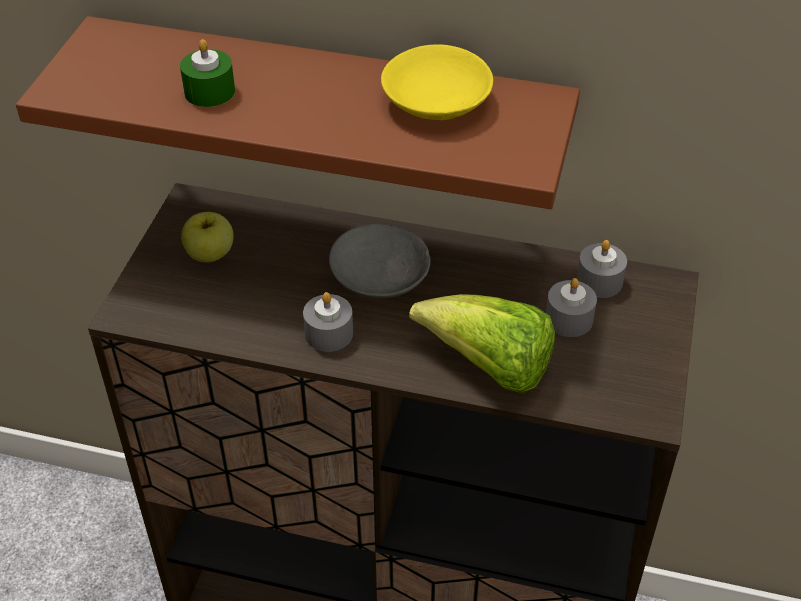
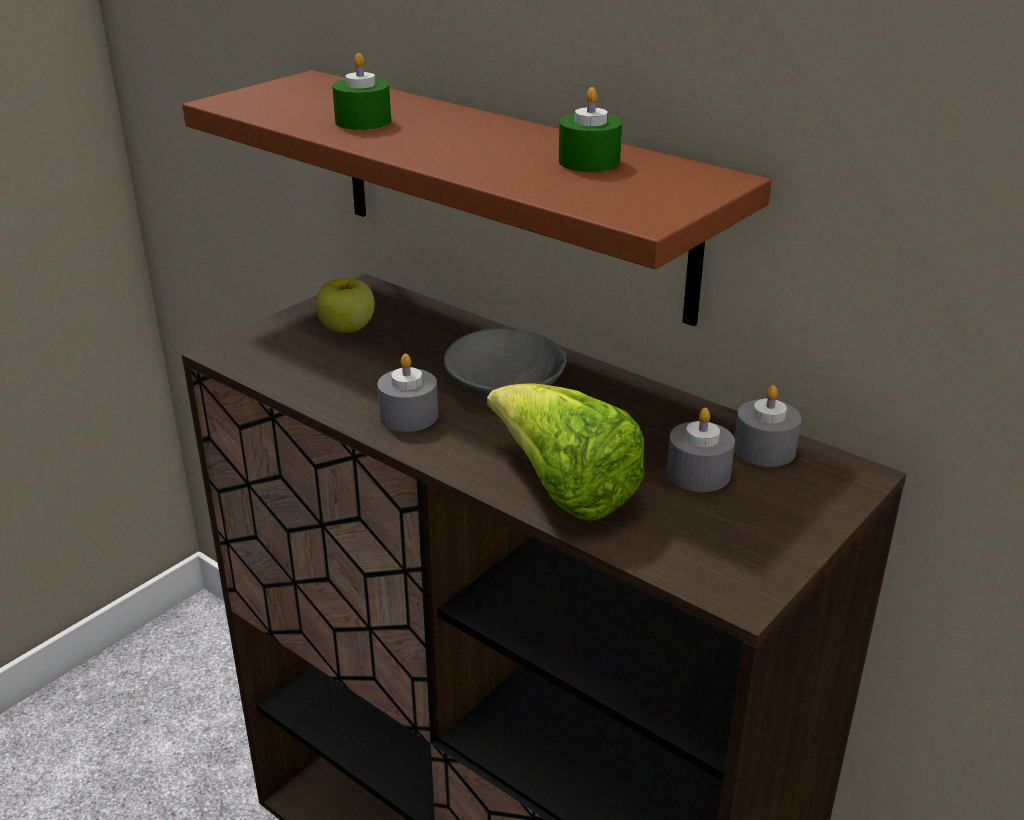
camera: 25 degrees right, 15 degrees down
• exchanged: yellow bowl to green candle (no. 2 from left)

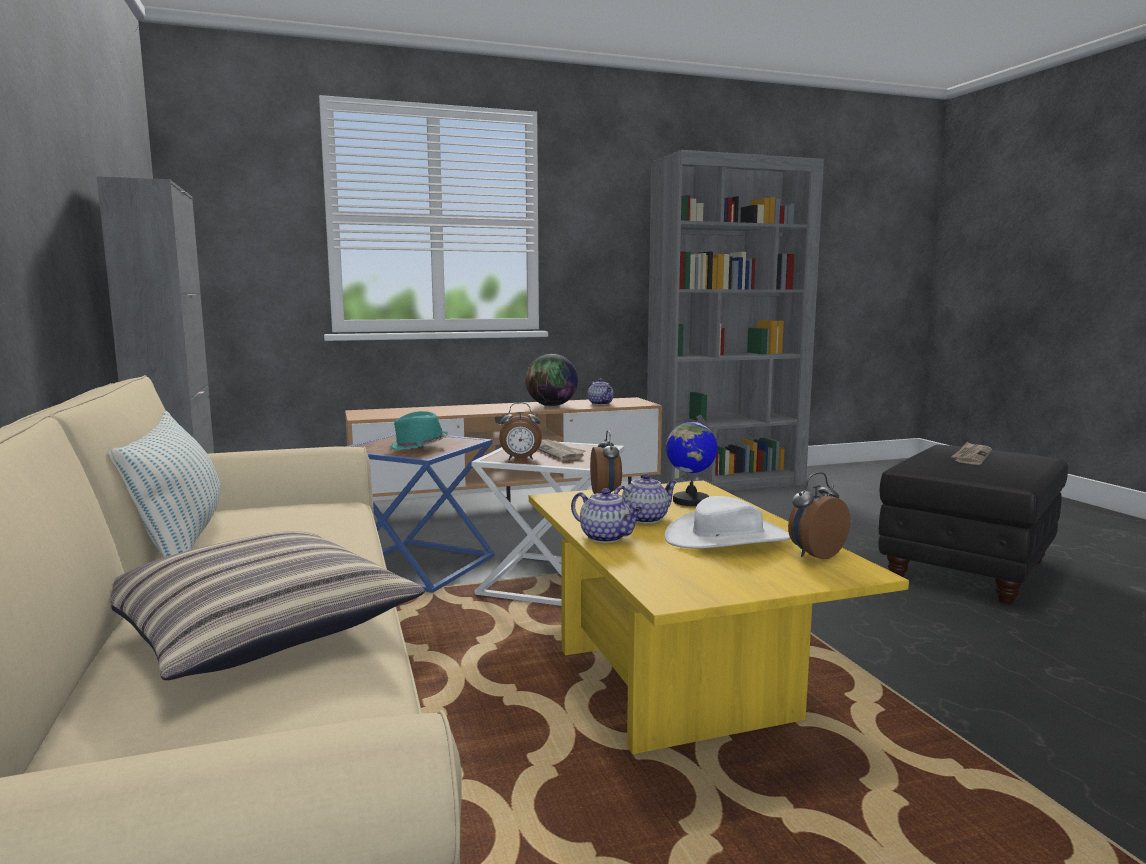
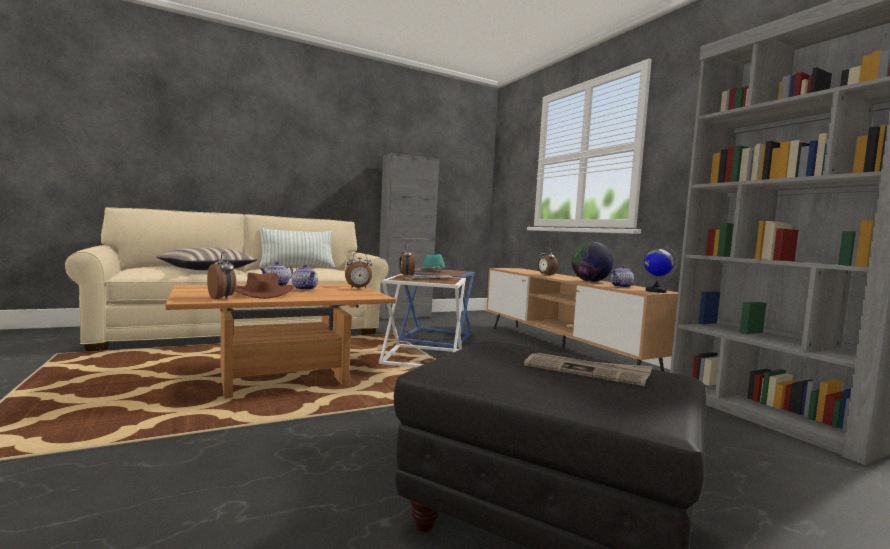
camera: 80 degrees right, 5 degrees down
• relocated: globe (no. 2 from left)
• colour: yellow coffee table to brown coffee table
• colour: white hat to brown hat
• appeared: alarm clock (no. 4 from left)

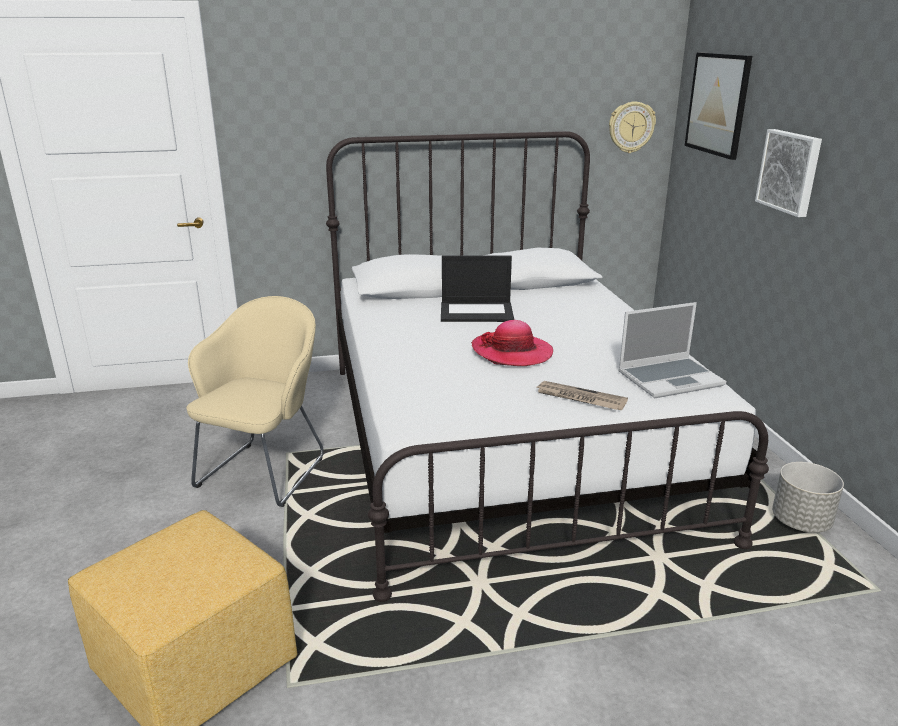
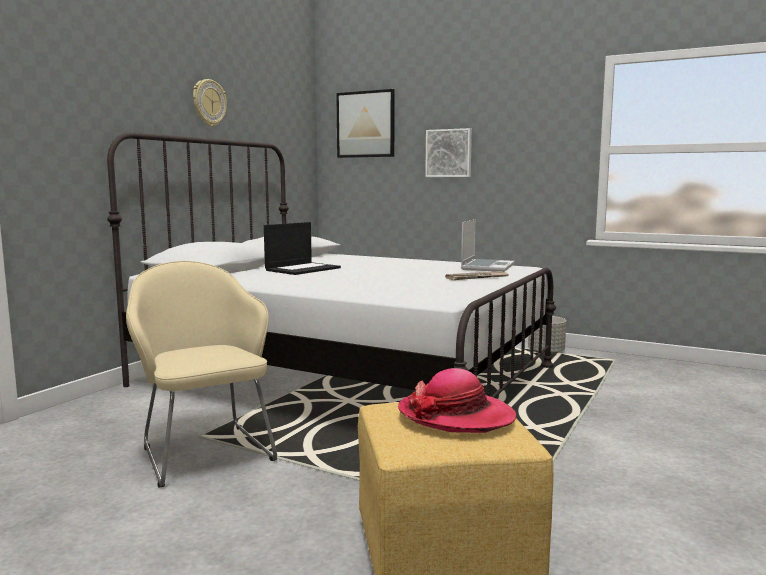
camera: 50 degrees left, 15 degrees down
• relocated: wall clock
• relocated: hat

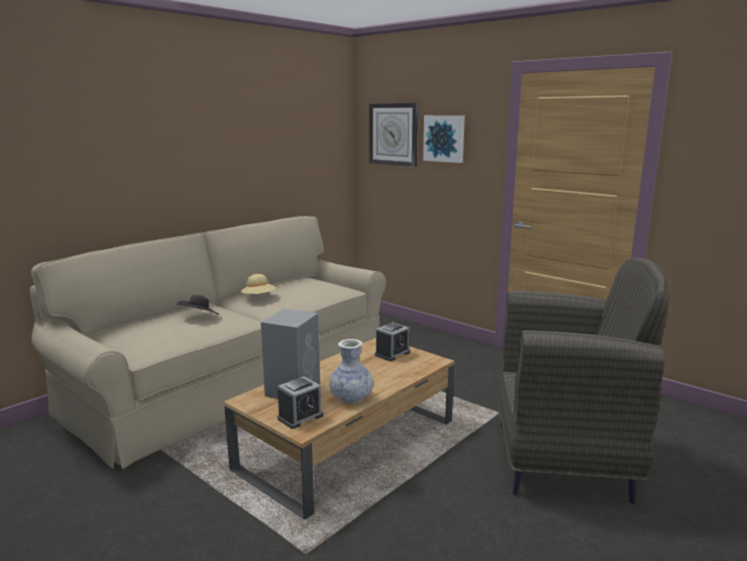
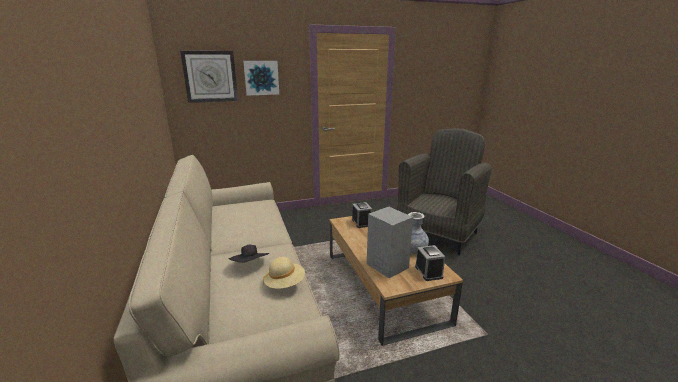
camera: 60 degrees left, 5 degrees up
• relocated: beige hat

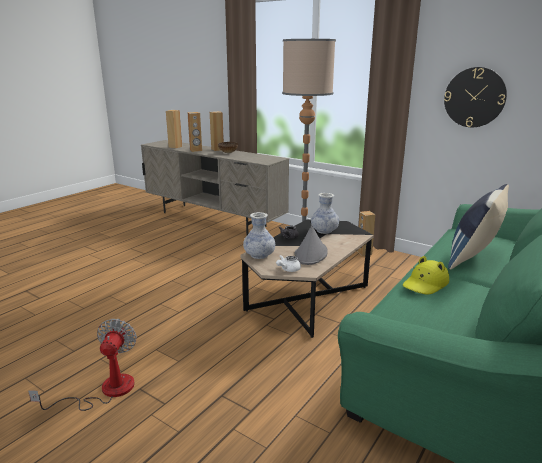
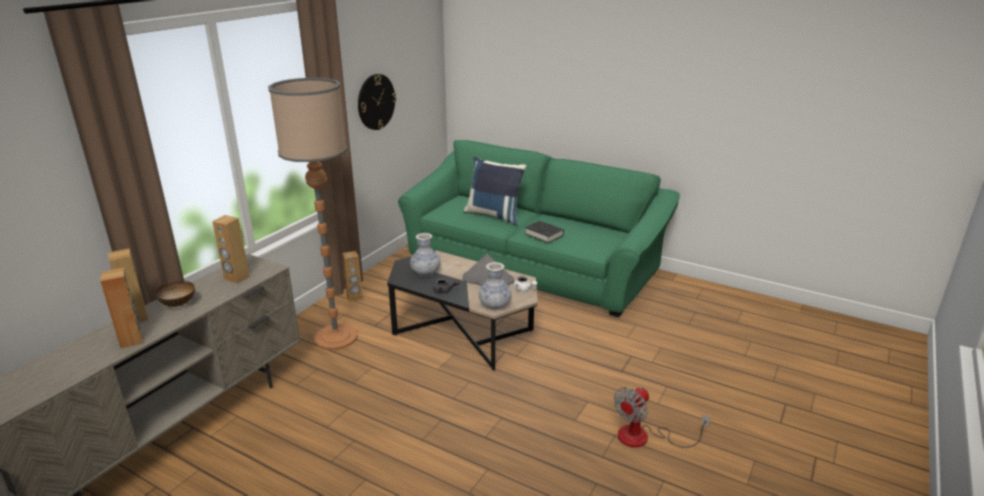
camera: 95 degrees left, 5 degrees up
• relocated: brown speaker (no. 1 from left in the first image) to brown speaker (no. 3 from left)
• exchanged: yellow hat to black book
• spun: fan 45 degrees counterclockwise

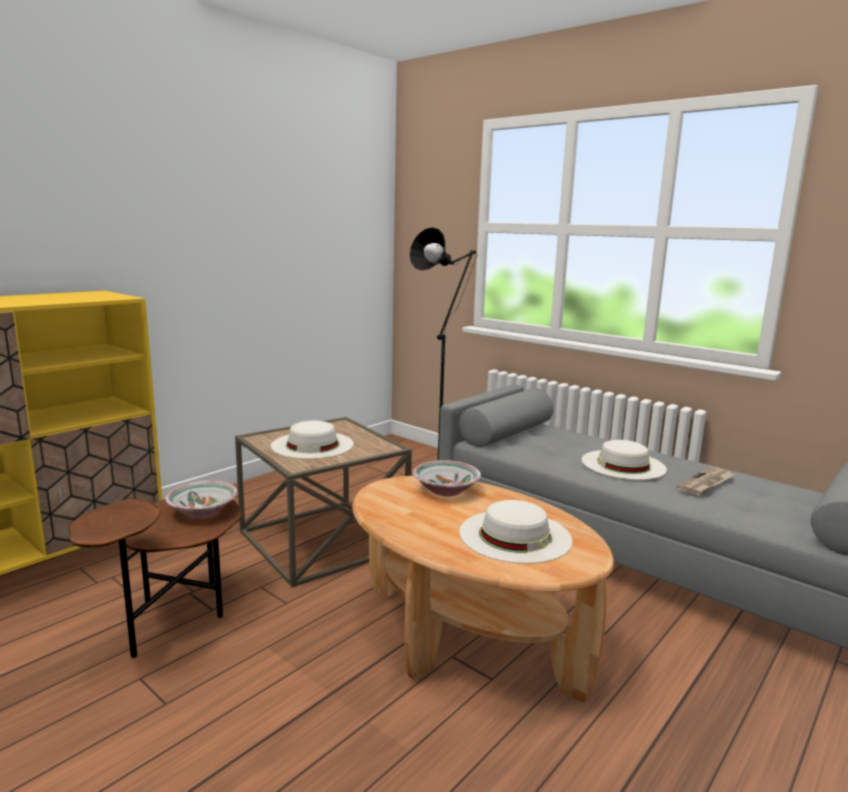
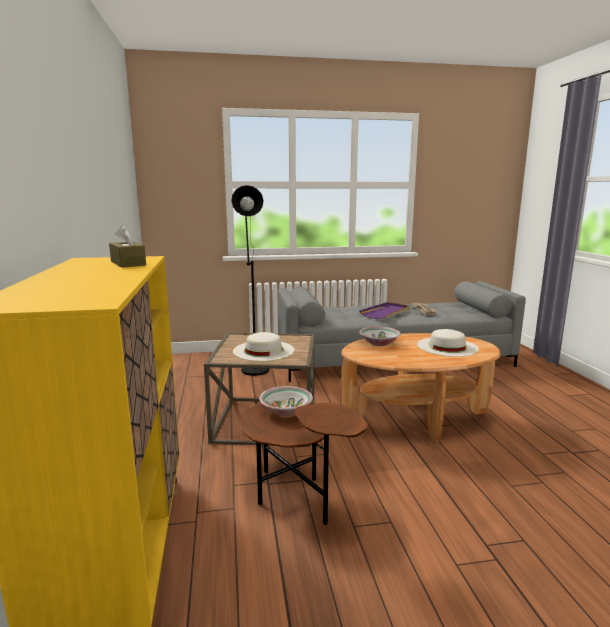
camera: 50 degrees left, 0 degrees up
• exchanged: white hat (no. 3 from left) to purple tray
• appeared: brown tissue box

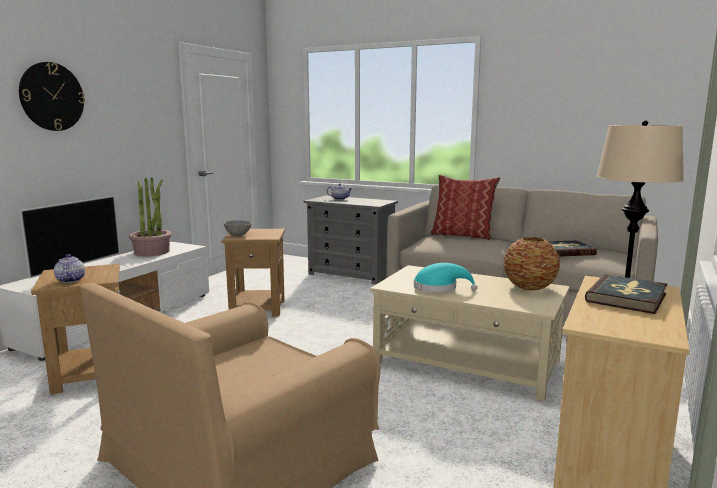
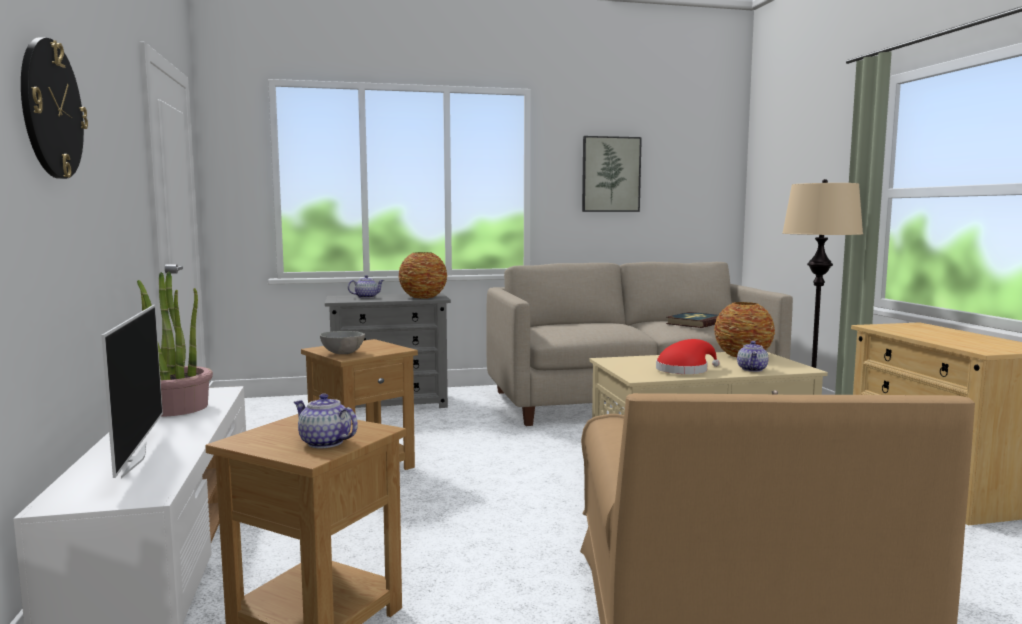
camera: 40 degrees left, 5 degrees down
• missing: pillow
• colour: turquoise hat to red hat
• missing: book (no. 2 from left)
• appeared: picture
• appeared: vase (no. 1 from left)
• appeared: teapot (no. 3 from left)

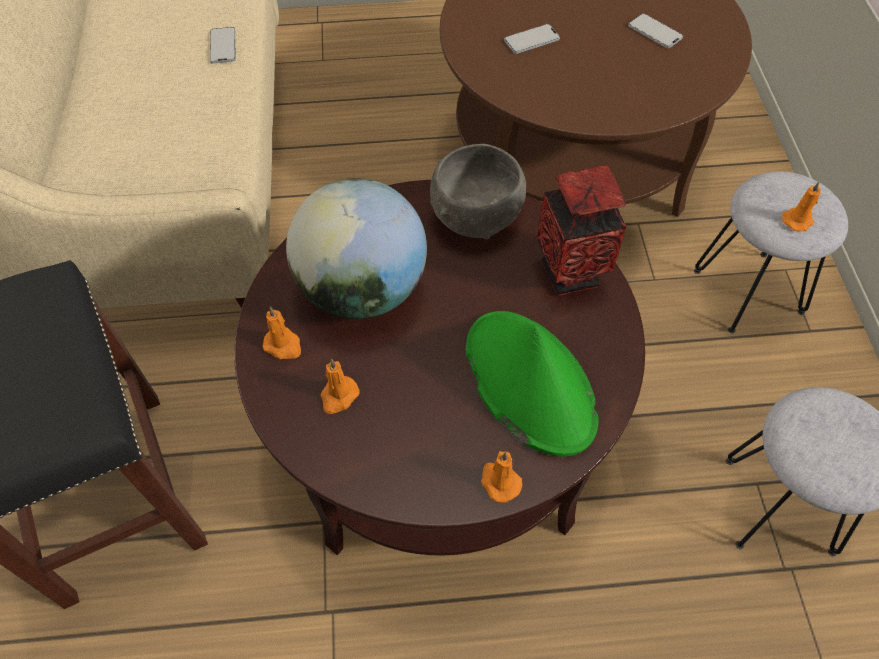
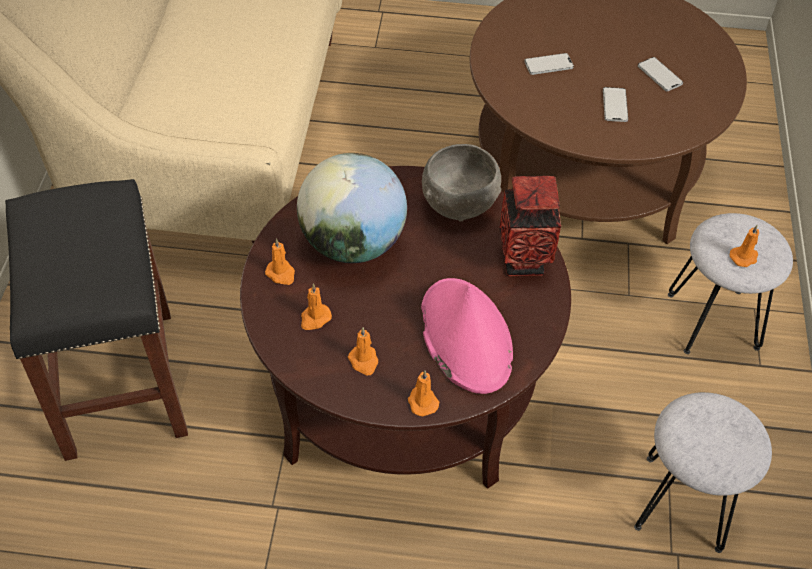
camera: 10 degrees right, 5 degrees down
• relocated: phone (no. 1 from left in the first image) to phone (no. 2 from left)
• colour: green hat to pink hat
• appeared: orange candle (no. 3 from left)

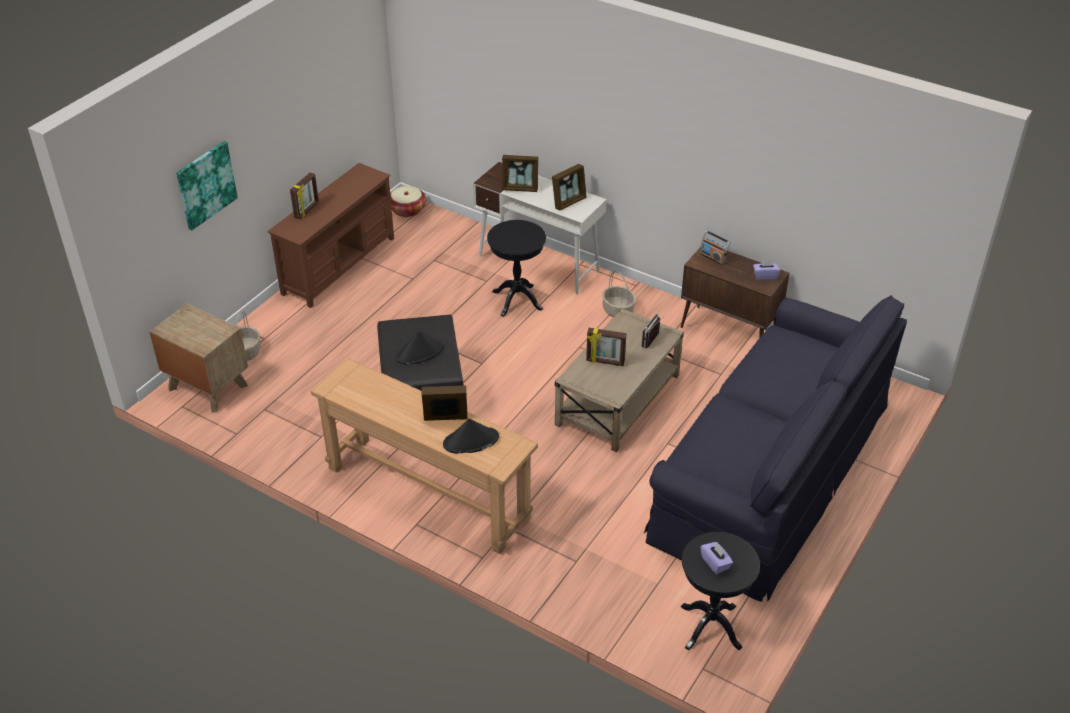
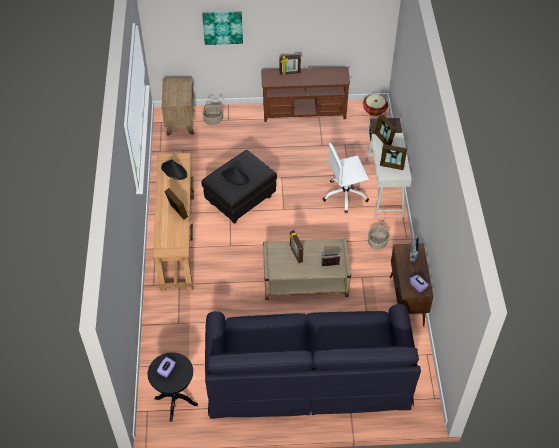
camera: 55 degrees right, 10 degrees up
• exchanged: black side table (no. 1 from left) to white office chair
• relocated: black hat (no. 2 from left in the first image) to black hat (no. 1 from left)

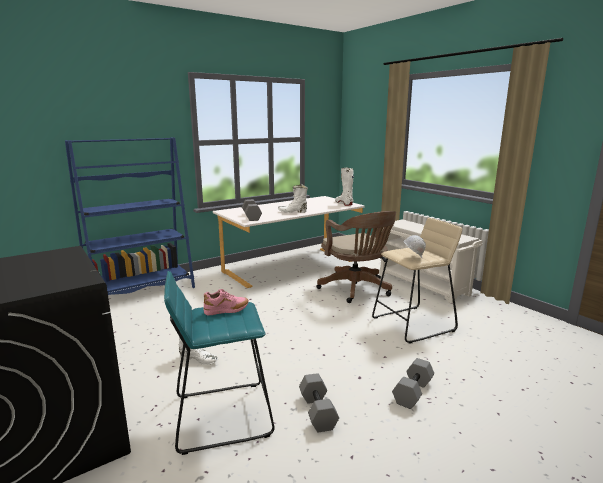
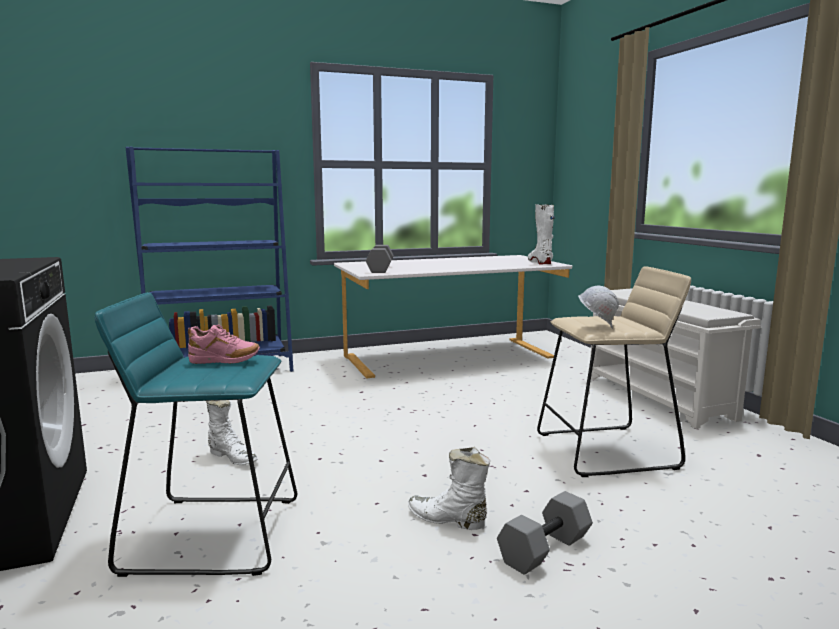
camera: 15 degrees right, 5 degrees down
• relocated: white boot (no. 2 from left)
• missing: brown office chair
• missing: grey dumbbell (no. 2 from left)

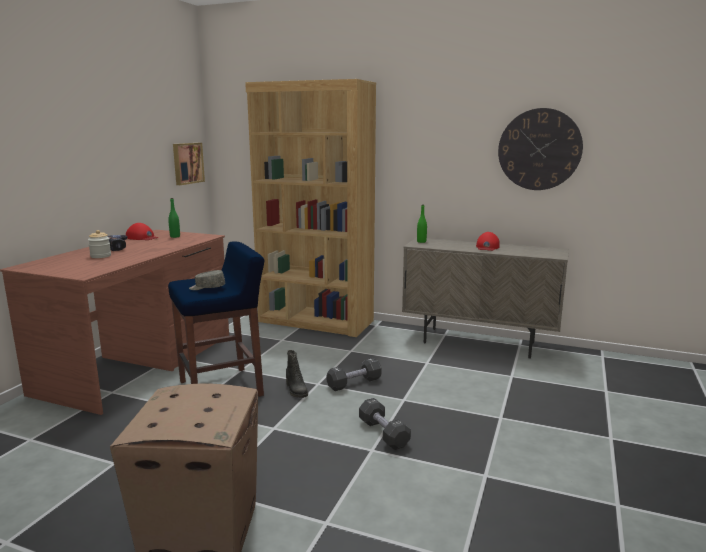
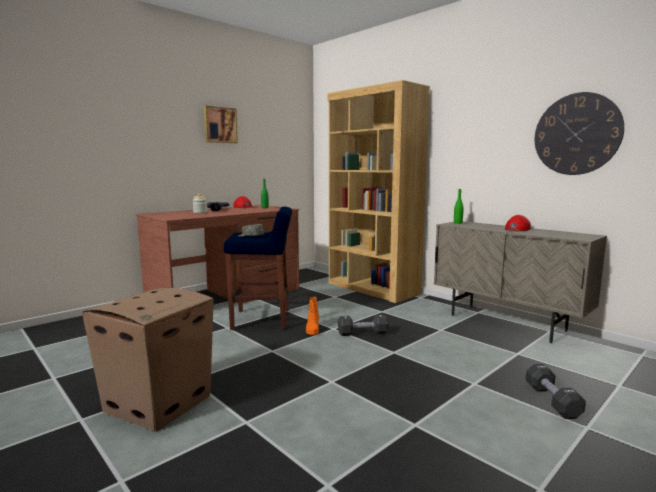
camera: 25 degrees right, 5 degrees down
• relocated: picture
• colour: black boot to orange boot
• relocated: black dumbbell (no. 2 from left)

